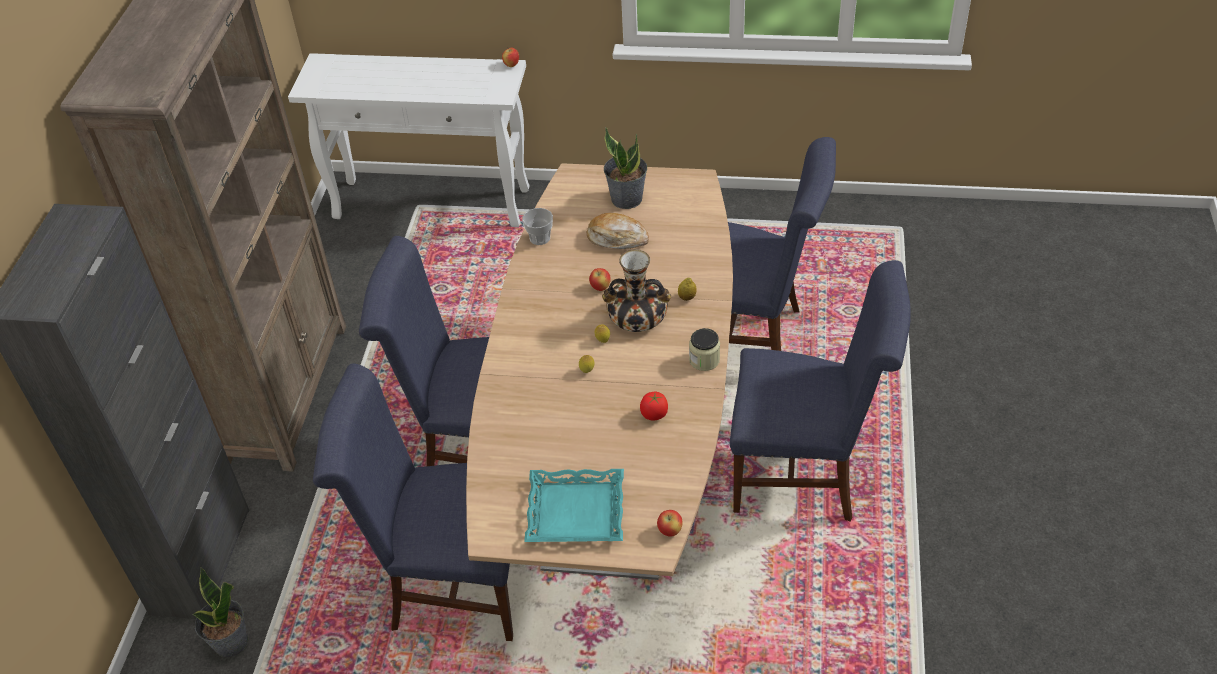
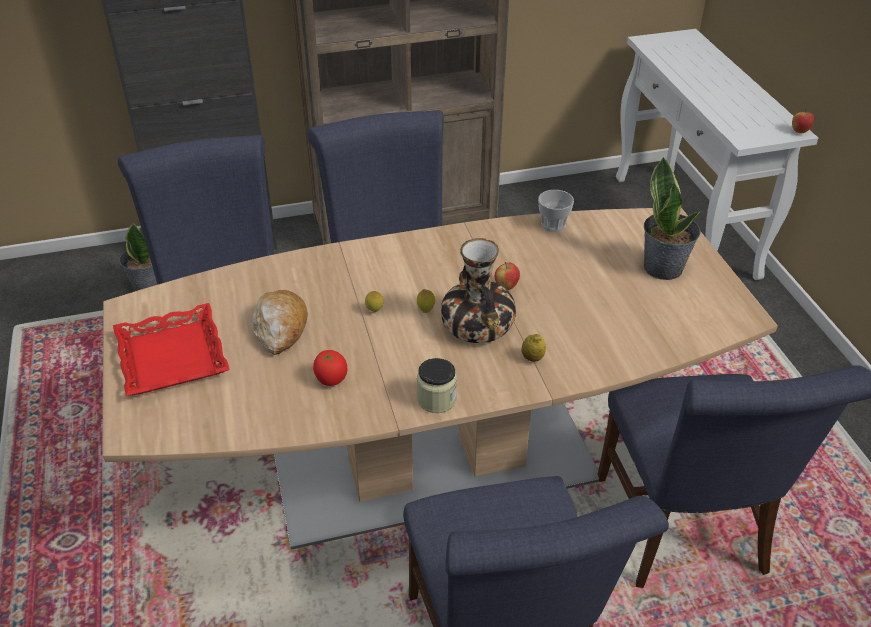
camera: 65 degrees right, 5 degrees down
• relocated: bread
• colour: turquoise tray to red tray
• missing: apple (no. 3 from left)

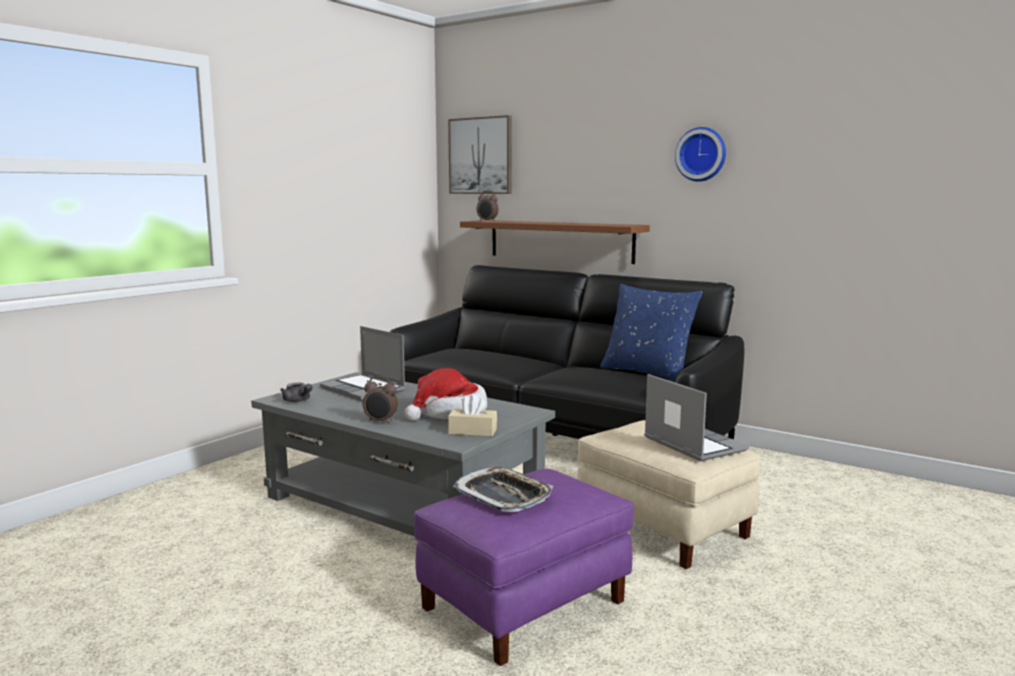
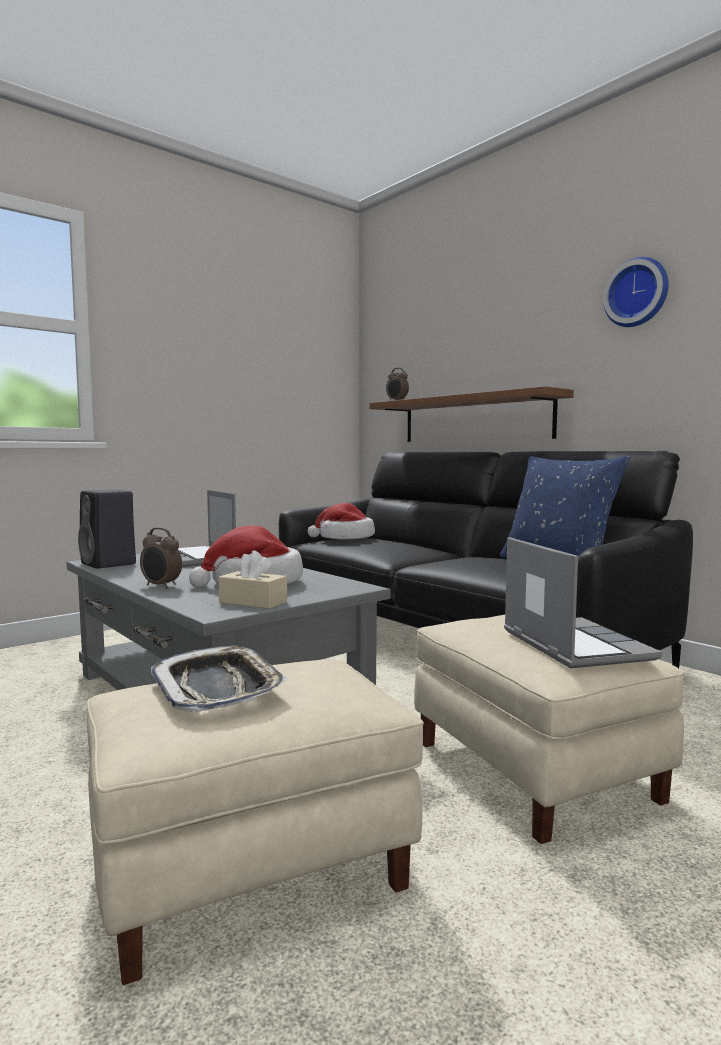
camera: 15 degrees right, 5 degrees down
• missing: picture
• exchanged: grey teapot to black speaker
• colour: purple ottoman to beige ottoman (no. 1 from left)
• appeared: hat (no. 2 from left)

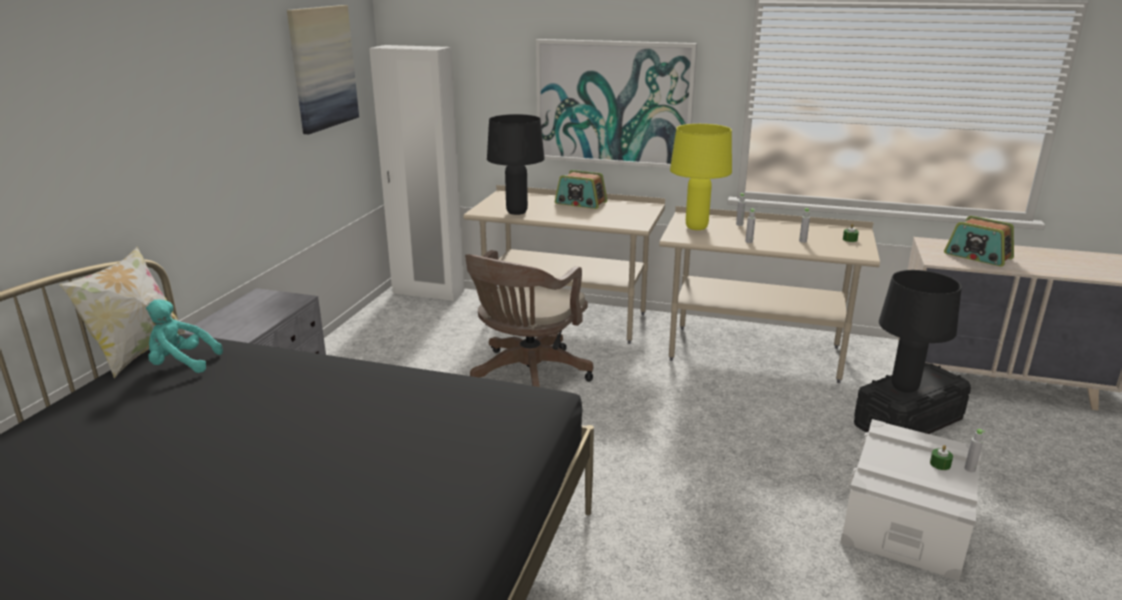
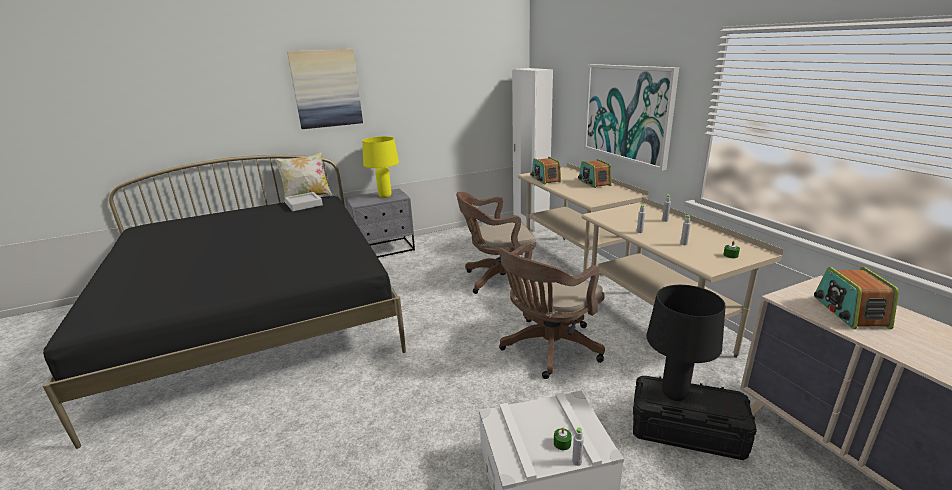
camera: 50 degrees right, 0 degrees up
• relocated: picture (no. 1 from left)
• exchanged: black table lamp (no. 1 from left) to radio (no. 1 from left)
• relocated: yellow table lamp
• exchanged: turquoise plush toy to grey tray
• appeared: brown office chair (no. 2 from left)

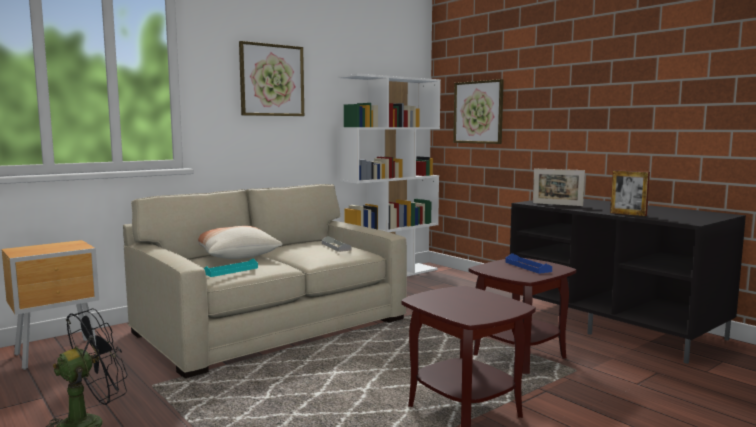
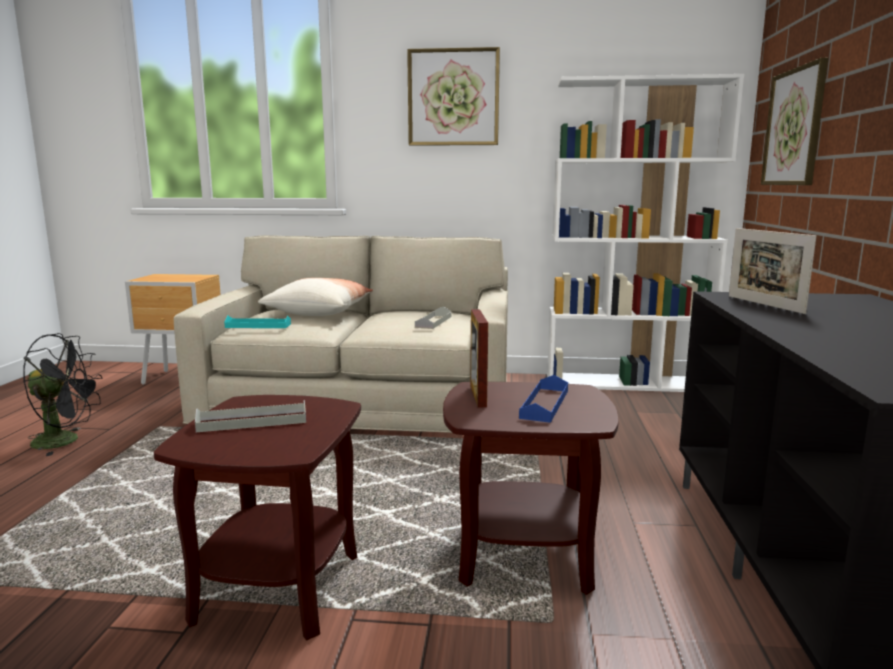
camera: 45 degrees right, 5 degrees up
• relocated: picture frame (no. 2 from left in the first image) to picture frame (no. 1 from left)
• appeared: grey tray (no. 1 from left)

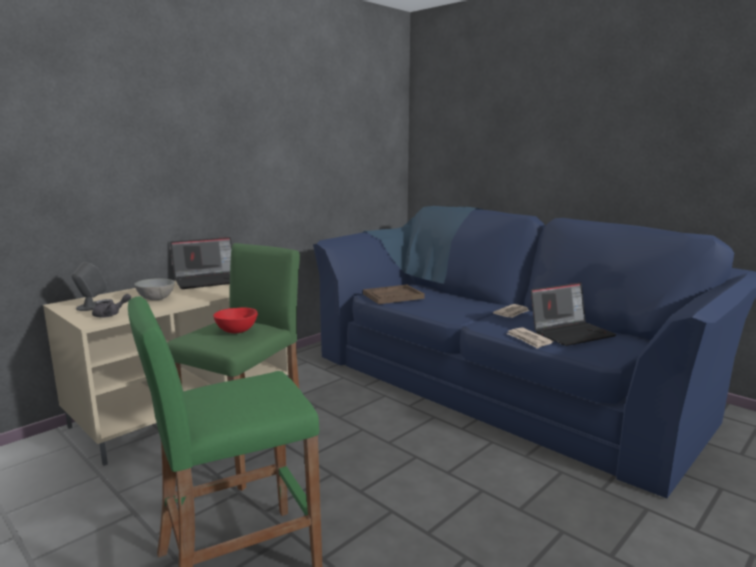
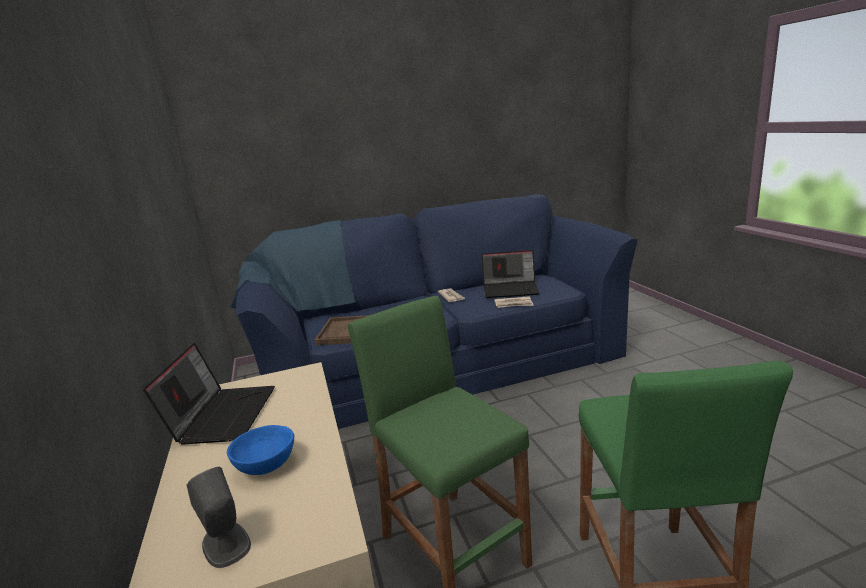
camera: 60 degrees left, 5 degrees up
• colour: grey bowl to blue bowl
• spun: laptop (no. 2 from left) 90 degrees clockwise
• missing: grey teapot
• missing: red bowl

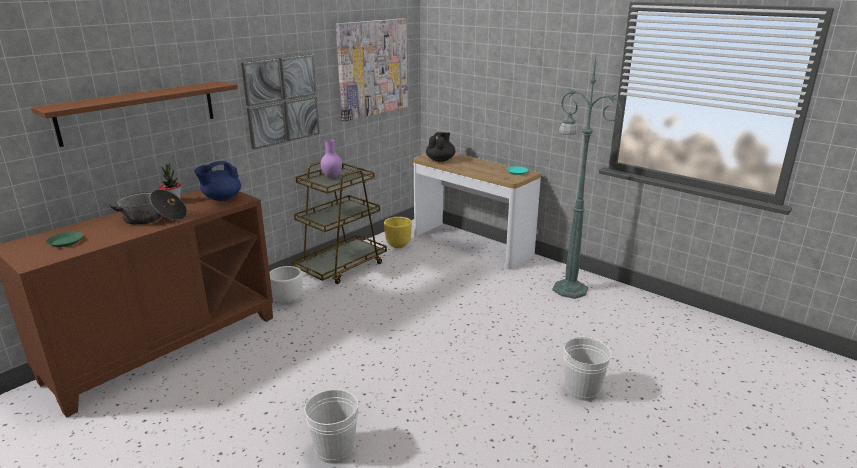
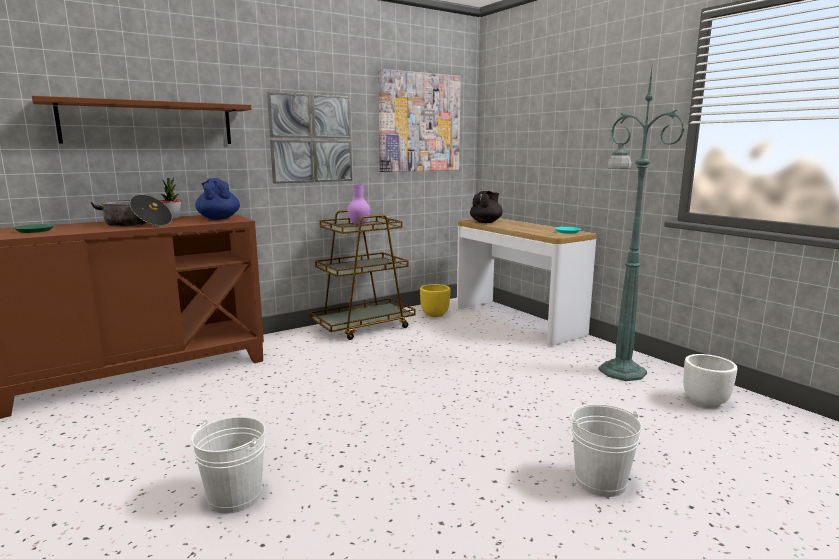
camera: 15 degrees right, 10 degrees down
• spun: blue teapot 90 degrees clockwise
• relocated: white planter

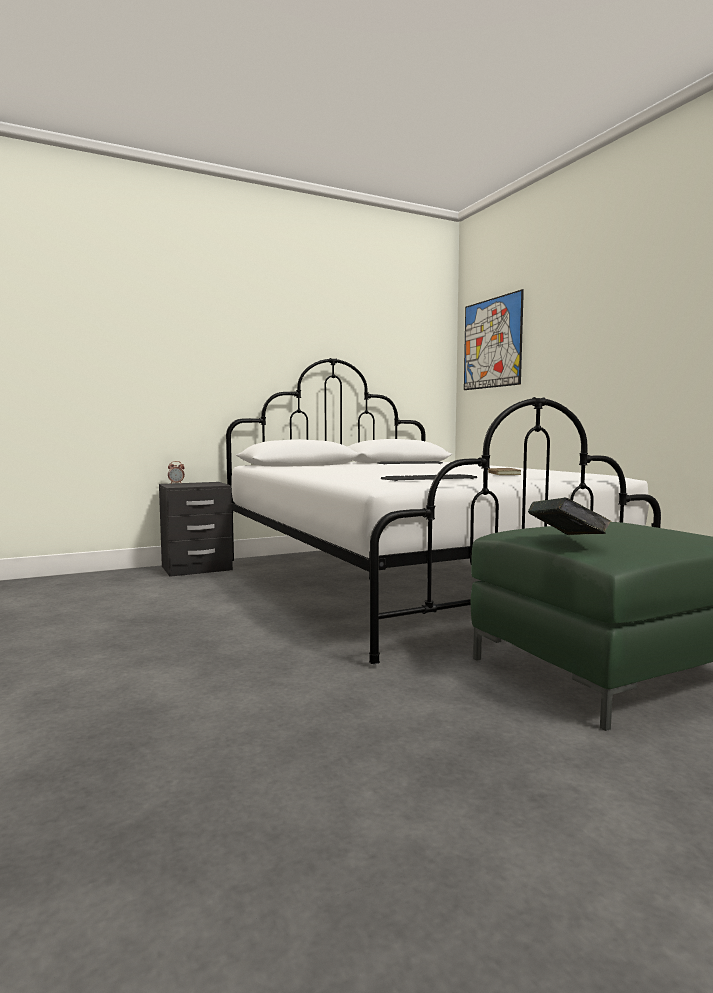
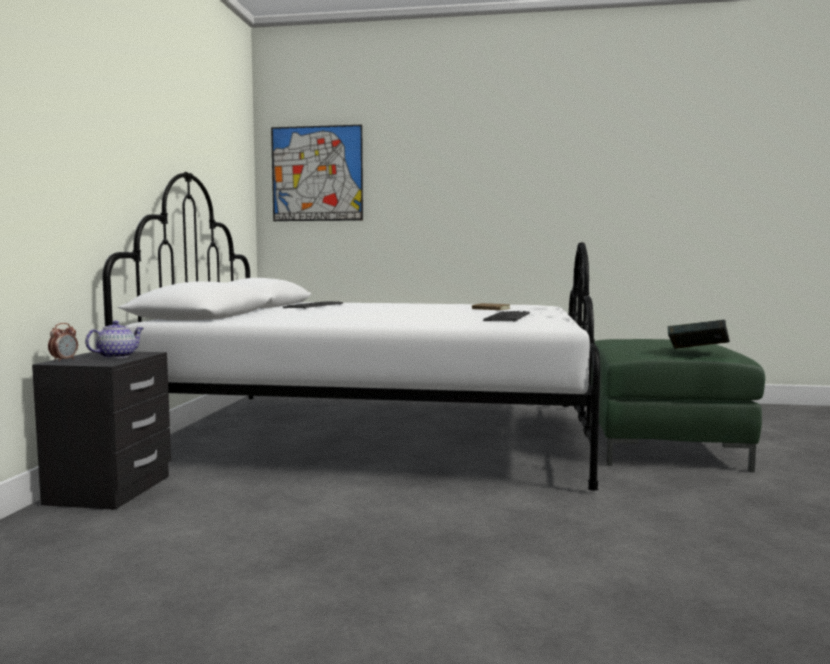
camera: 55 degrees left, 0 degrees up
• appeared: teapot

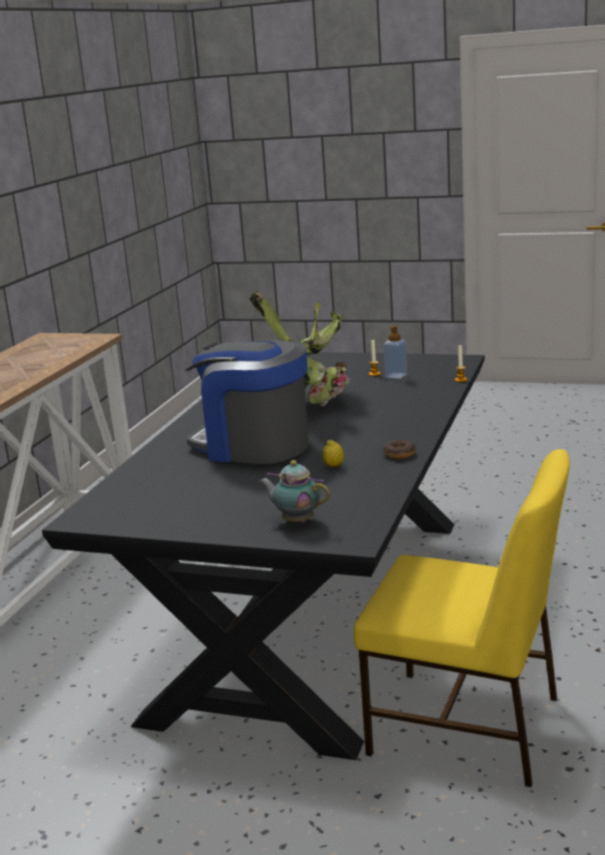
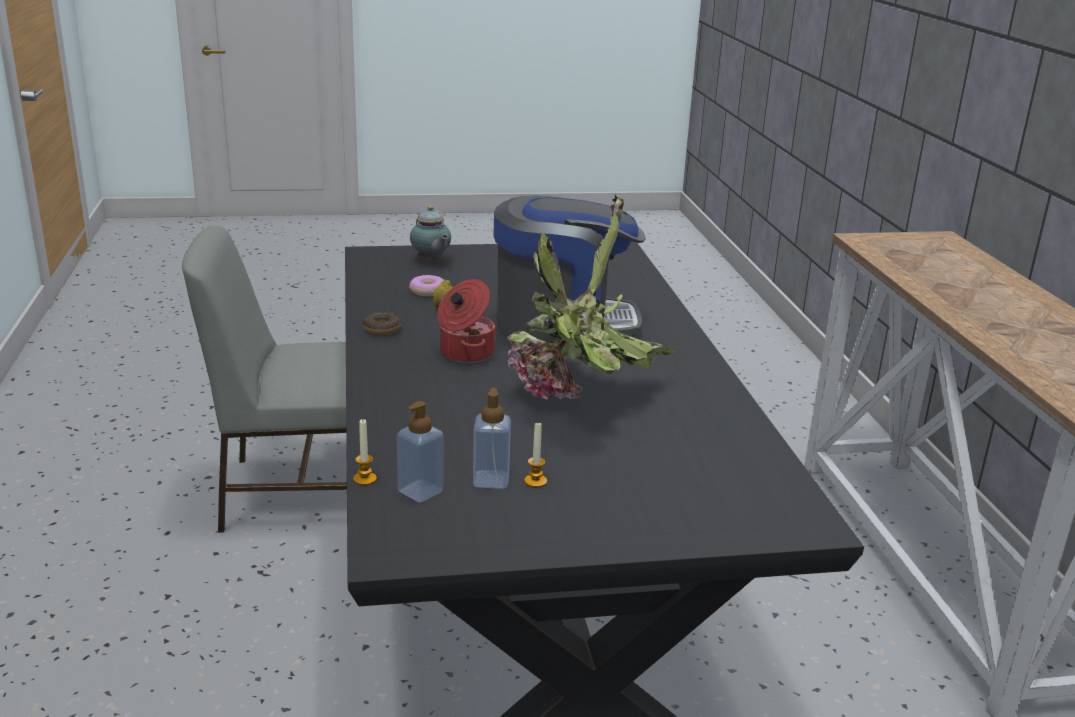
camera: 150 degrees right, 5 degrees up
• colour: yellow chair to grey chair
• spun: teapot 60 degrees clockwise
• appeared: donut (no. 2 from left)
• appeared: cooking pot
• appeared: soap dispenser (no. 1 from left)

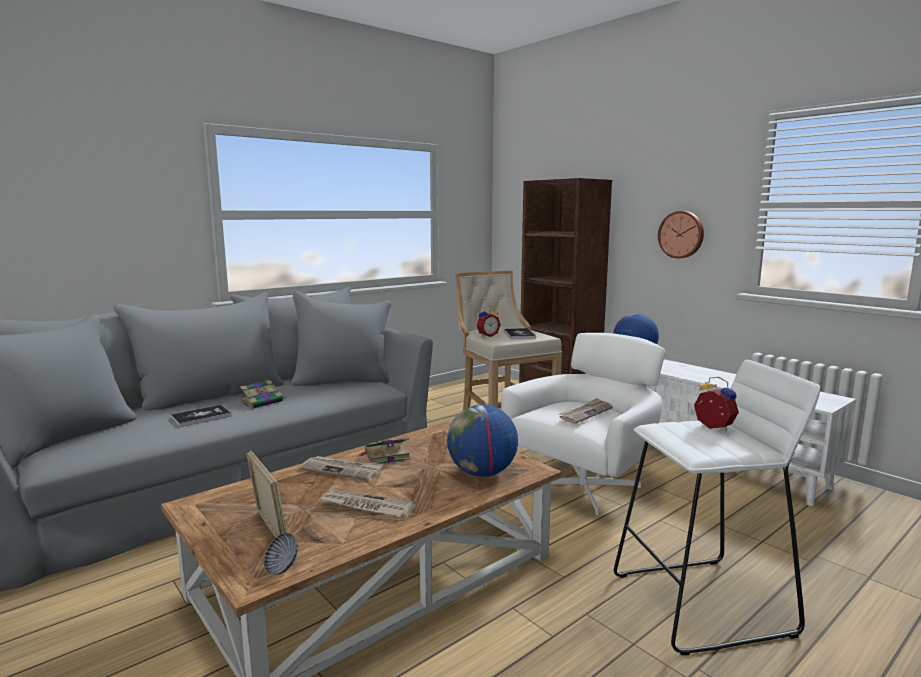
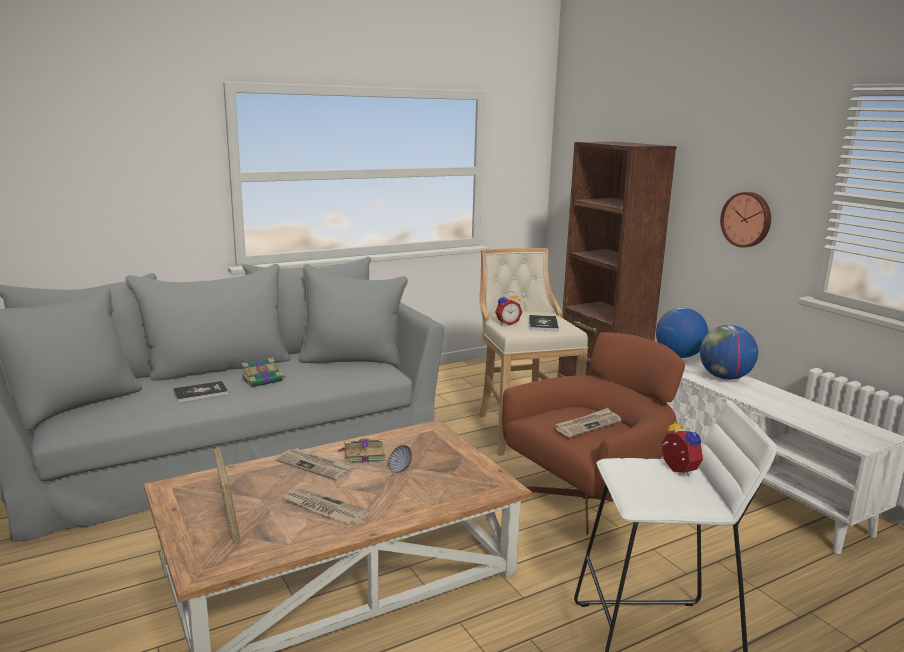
camera: 10 degrees right, 5 degrees up
• colour: white armchair to brown armchair
• relocated: globe (no. 1 from left in the first image) to globe (no. 2 from left)
• relocated: bowl

